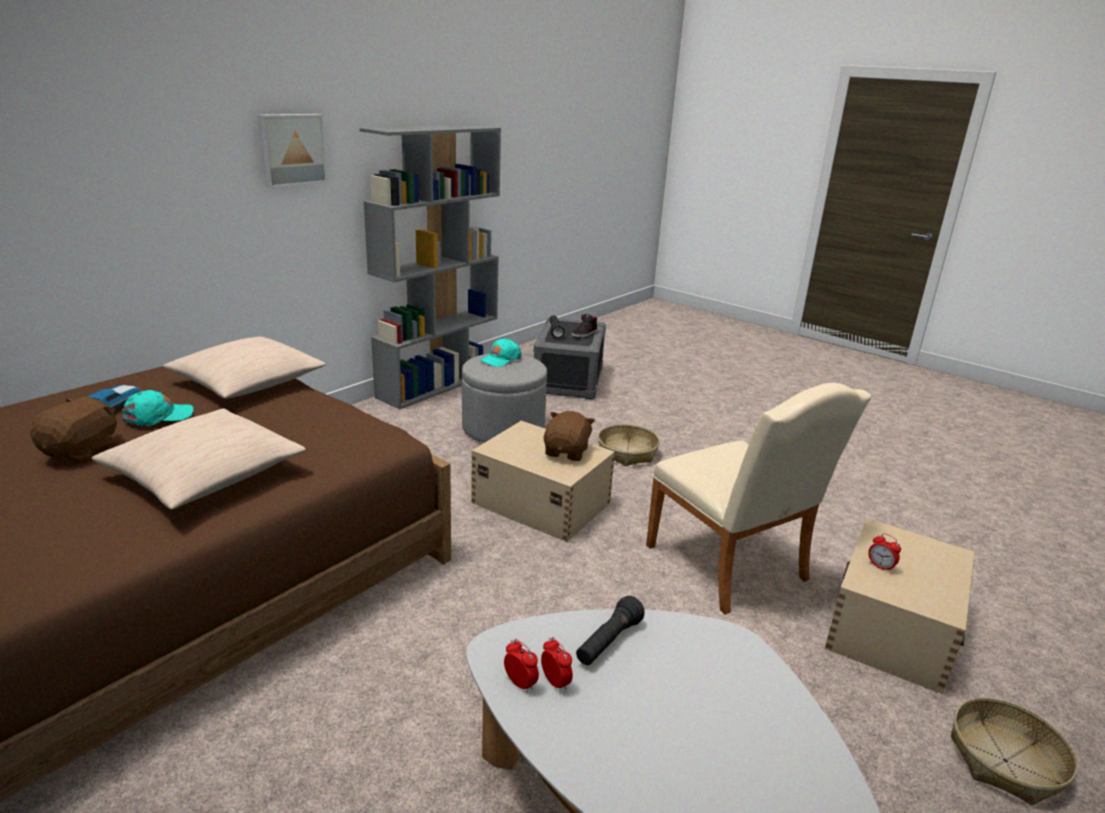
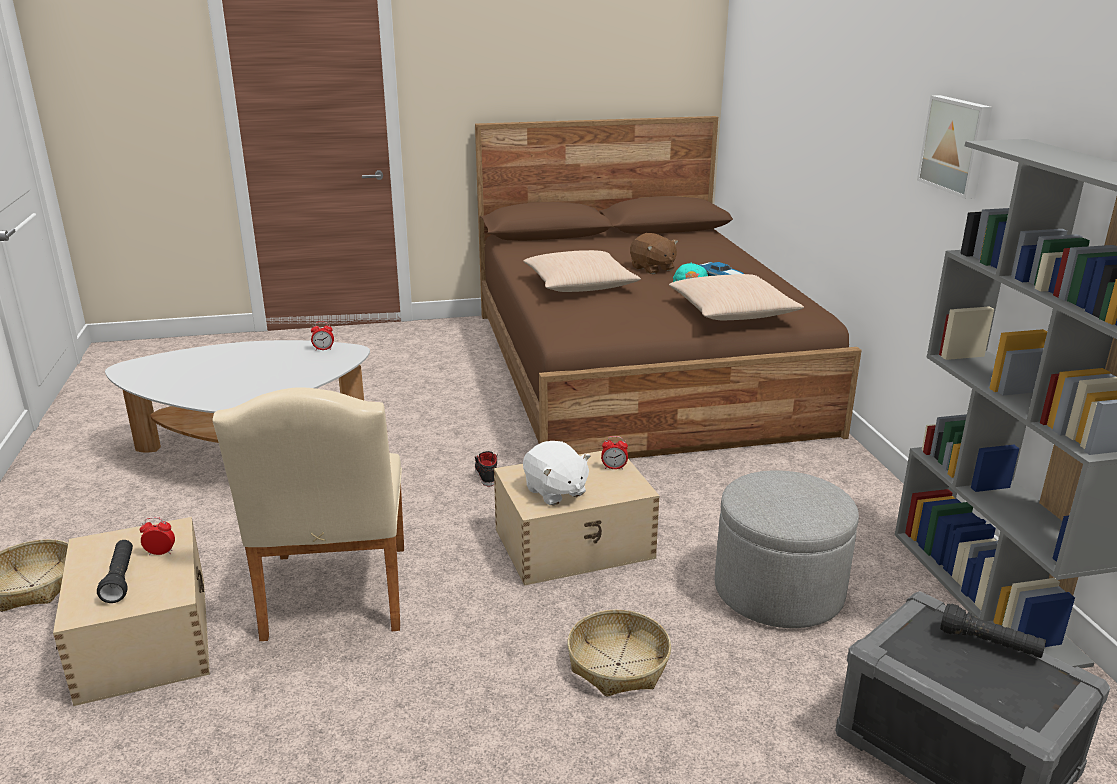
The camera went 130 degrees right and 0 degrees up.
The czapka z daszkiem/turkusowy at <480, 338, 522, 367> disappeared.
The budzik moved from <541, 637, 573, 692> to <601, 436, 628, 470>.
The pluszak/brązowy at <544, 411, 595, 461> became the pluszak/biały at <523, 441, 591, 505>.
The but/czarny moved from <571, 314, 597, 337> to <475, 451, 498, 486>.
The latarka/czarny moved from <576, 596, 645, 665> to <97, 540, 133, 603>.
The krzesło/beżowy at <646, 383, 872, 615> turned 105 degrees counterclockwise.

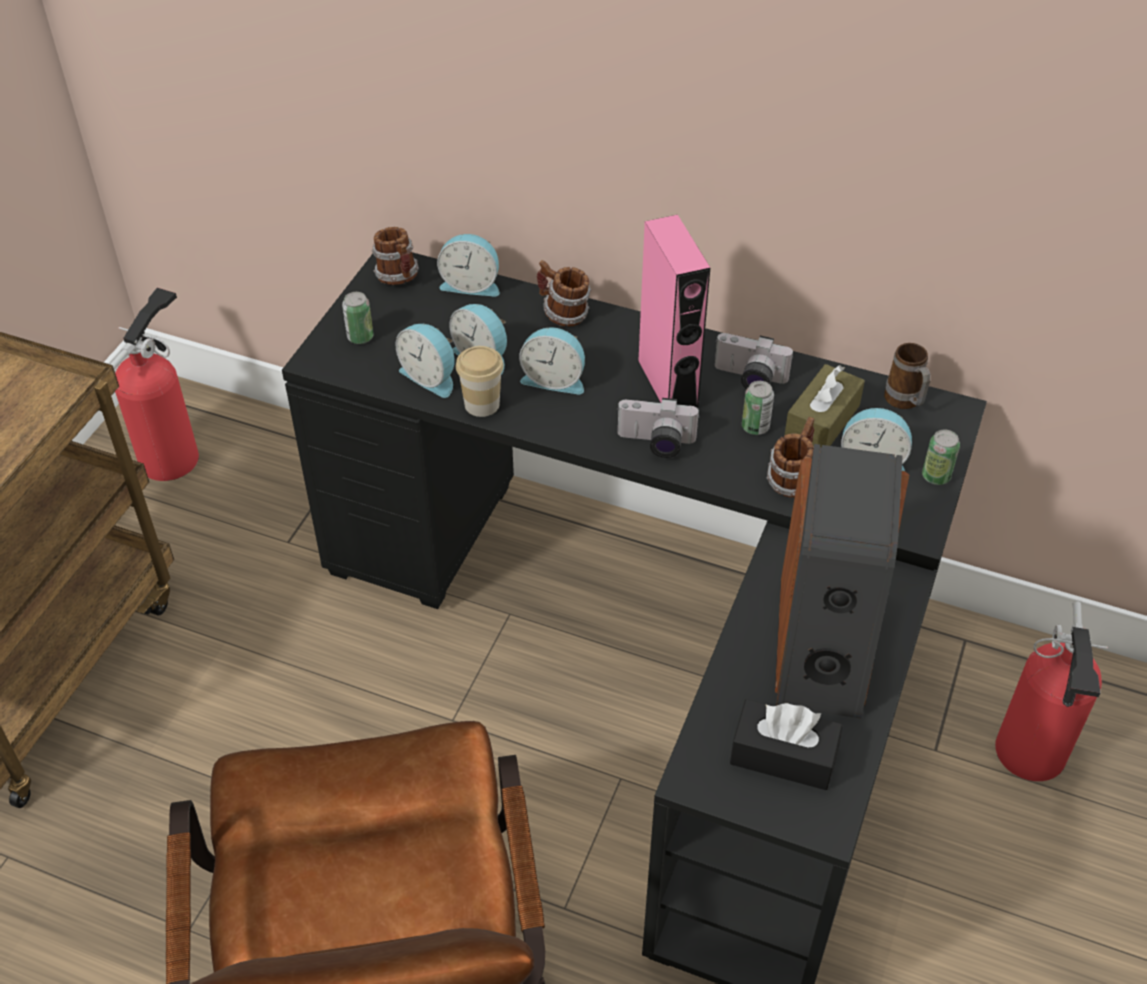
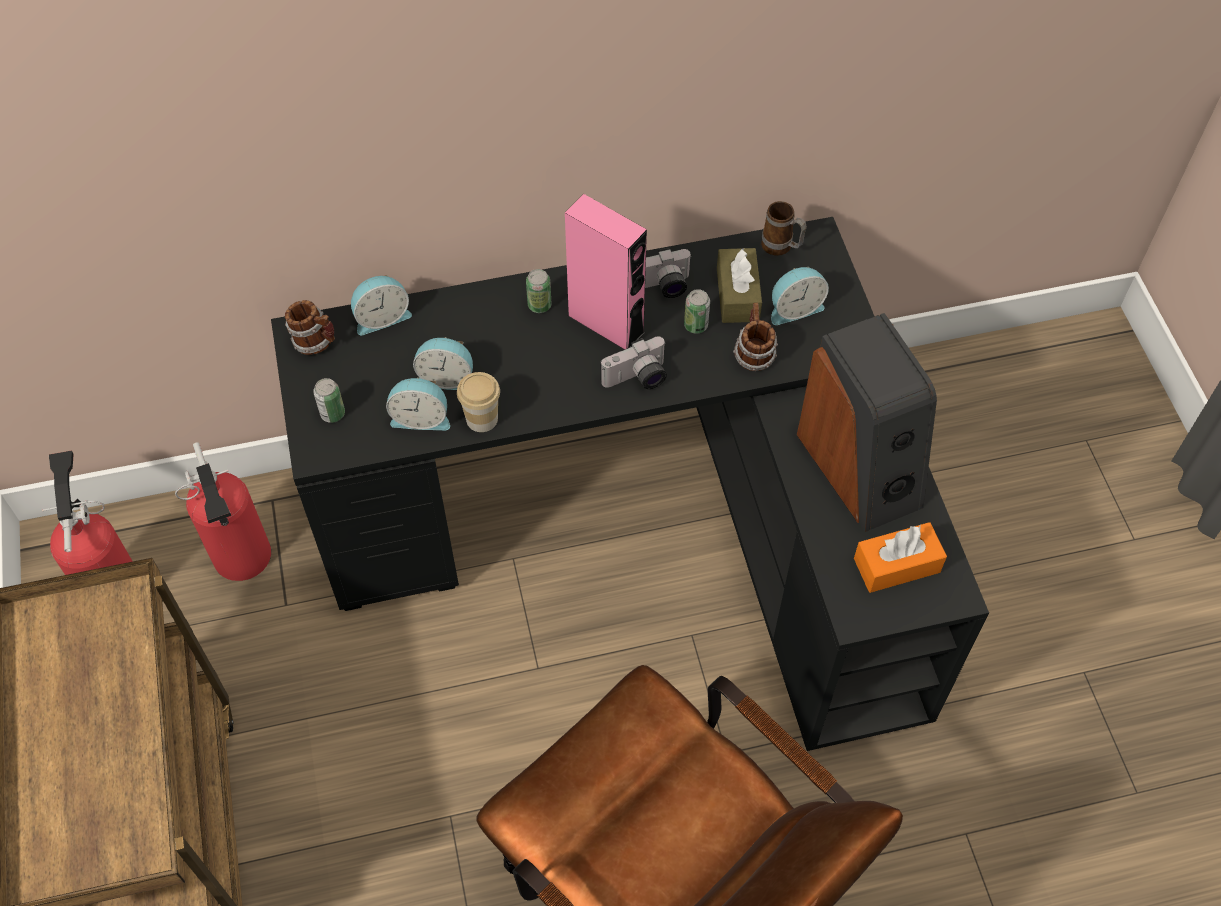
The camera went 35 degrees left and 10 degrees up.
The budzik at <519, 327, 585, 395> disappeared.
The kubek at <537, 260, 591, 327> disappeared.
The pudełko chusteczek/czarny at <730, 699, 843, 790> became the pudełko chusteczek/pomarańczowy at <854, 522, 947, 593>.
The puszka moved from <922, 429, 960, 485> to <526, 269, 551, 313>.
The gaśnica moved from <995, 601, 1108, 781> to <175, 443, 271, 581>.

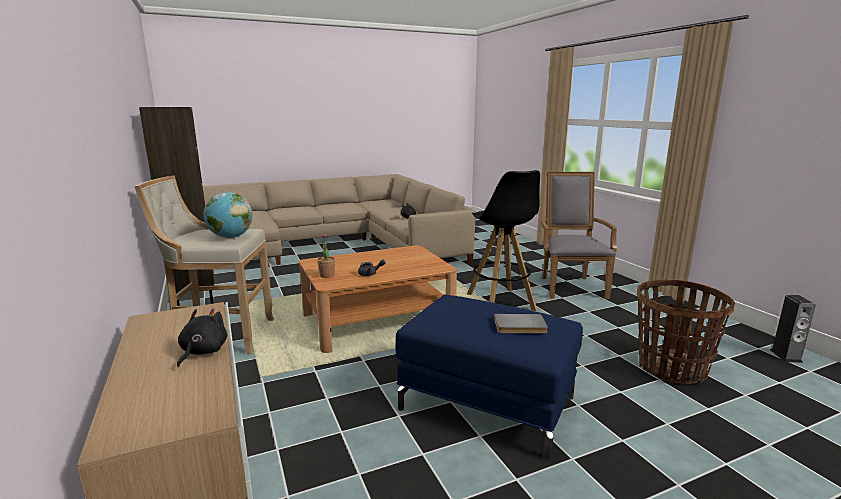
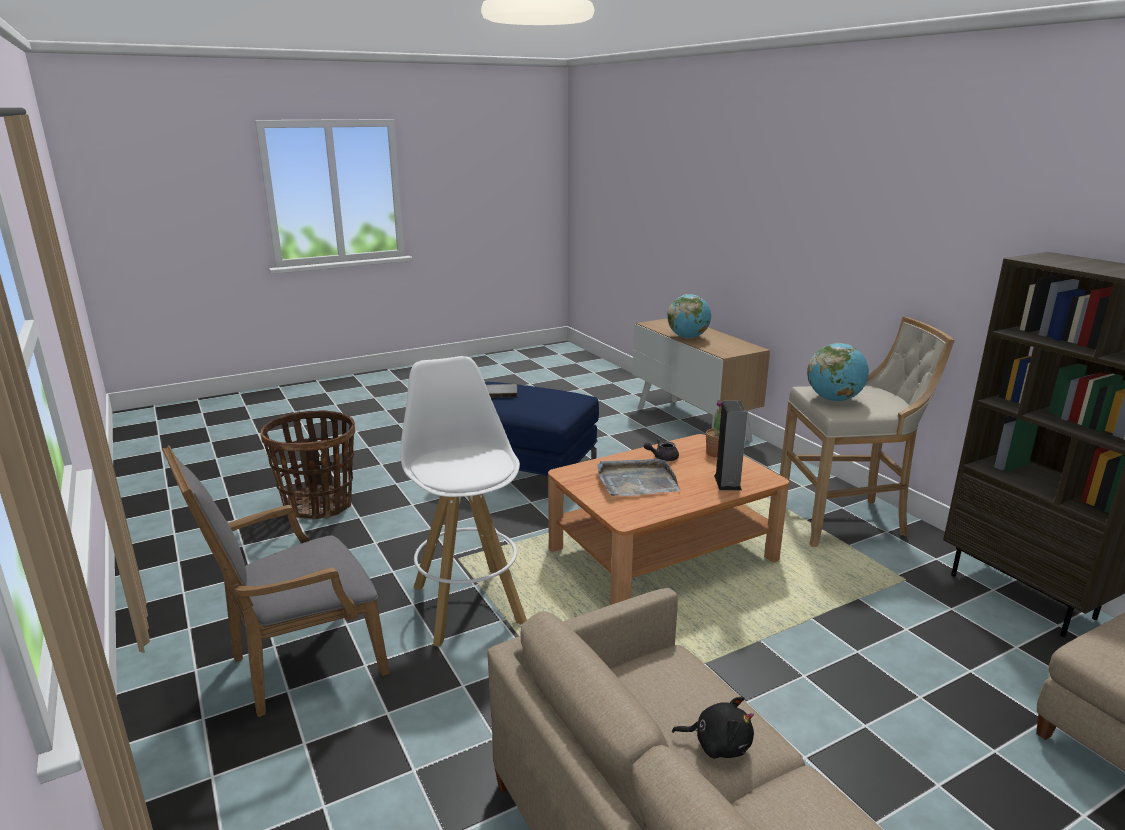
The camera went 175 degrees right and 5 degrees up.
The pluszak/czarny at <177, 309, 227, 368> was replaced by the globus at <667, 294, 711, 338>.
The stołek/czarny at <467, 170, 540, 311> became the stołek/biały at <401, 356, 527, 647>.
The fotel/szary at <541, 172, 617, 299> turned 60 degrees clockwise.
The głośnik moved from <770, 295, 816, 363> to <714, 401, 747, 491>.
The taca/szary at <597, 459, 681, 496> appeared.

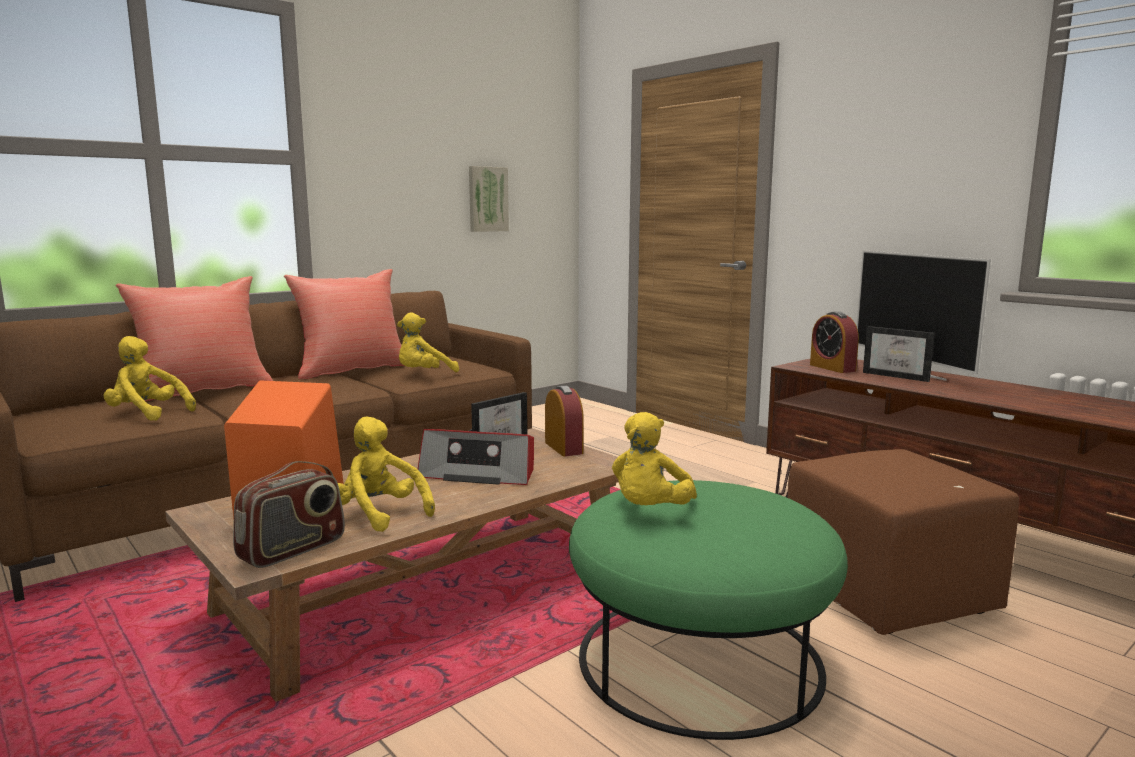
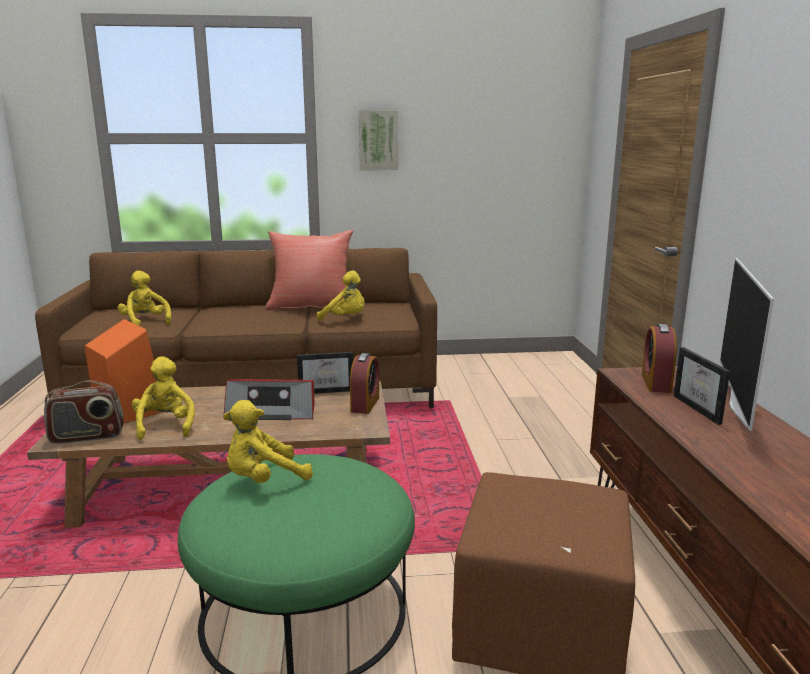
The camera went 35 degrees right and 5 degrees up.
The poduszka/czerwony at <116, 276, 273, 403> disappeared.
The pluszak/żółty at <397, 313, 459, 372> turned 150 degrees counterclockwise.
The radio at <417, 429, 534, 485> turned 45 degrees counterclockwise.
The obraz moved from <469, 166, 509, 232> to <359, 110, 398, 170>.

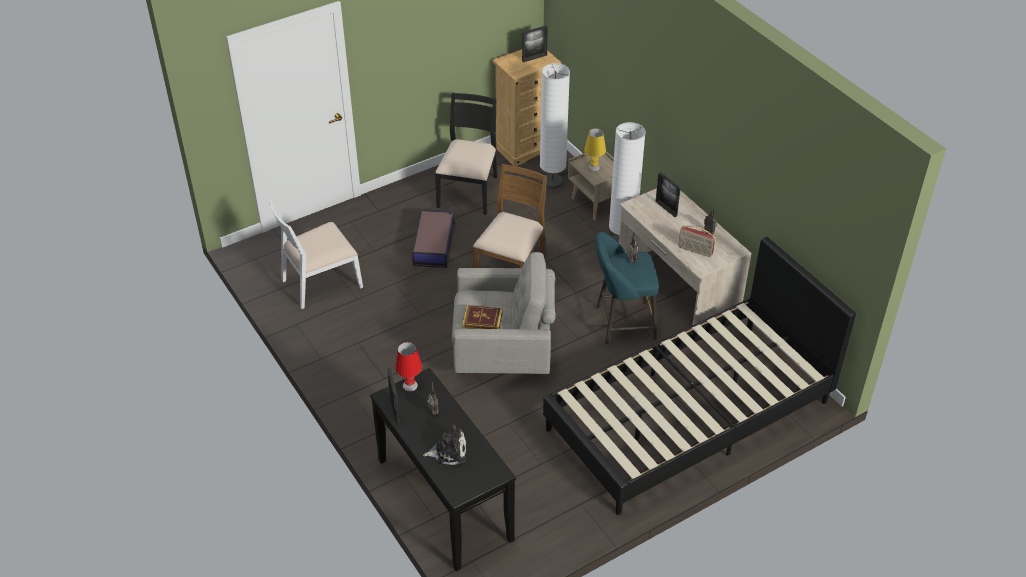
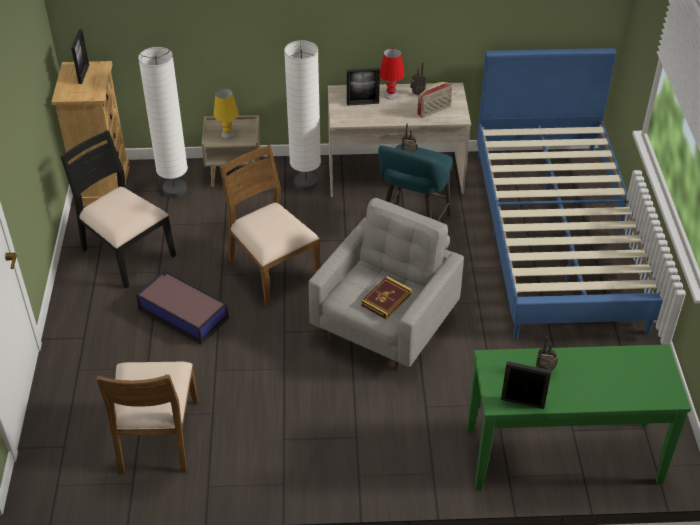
The camera went 60 degrees left and 0 degrees up.
The krzesło/biały at <269, 199, 363, 309> became the krzesło/brązowy at <97, 361, 198, 474>.
The stolik konsolowy/czarny at <370, 368, 516, 571> became the stolik konsolowy/zielony at <466, 344, 691, 491>.
The lampa stołowa/czerwony moved from <395, 342, 422, 391> to <380, 48, 405, 100>.
The pluszak at <423, 423, 466, 465> disappeared.
The łóżko/czarny at <543, 237, 856, 515> became the łóżko/niebieski at <477, 48, 663, 339>.

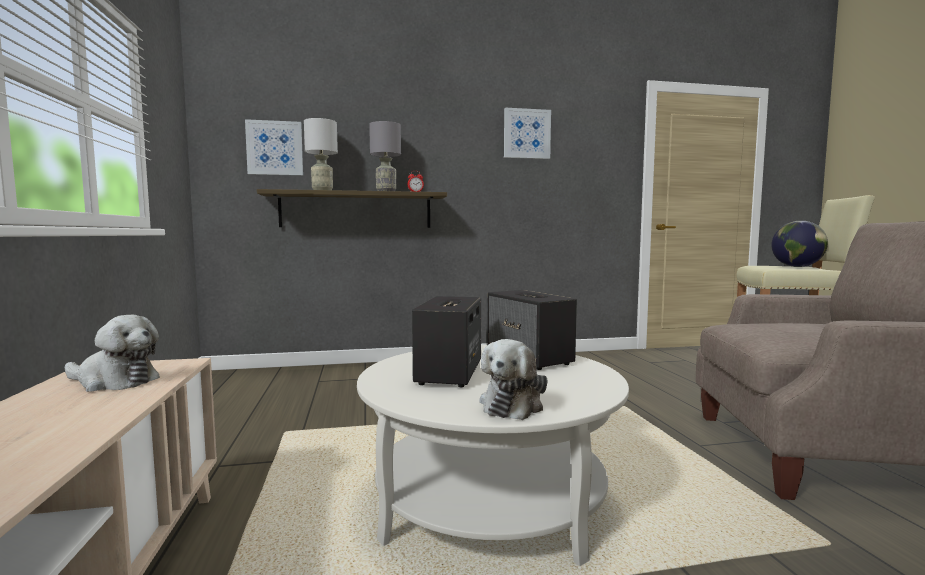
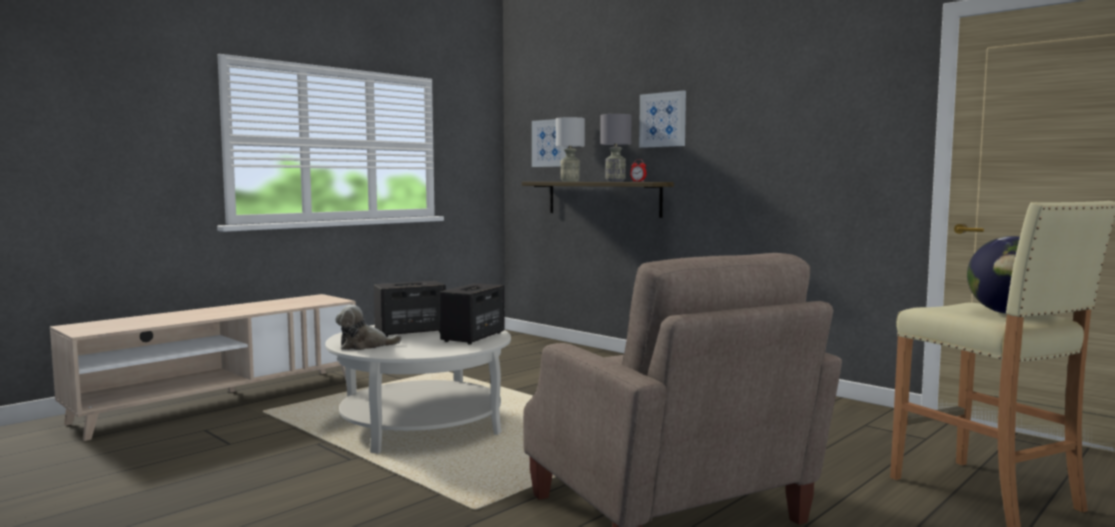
The camera went 55 degrees right and 0 degrees up.
The pluszak at <65, 315, 160, 392> disappeared.
The obraz moved from <504, 108, 551, 159> to <639, 90, 686, 148>.

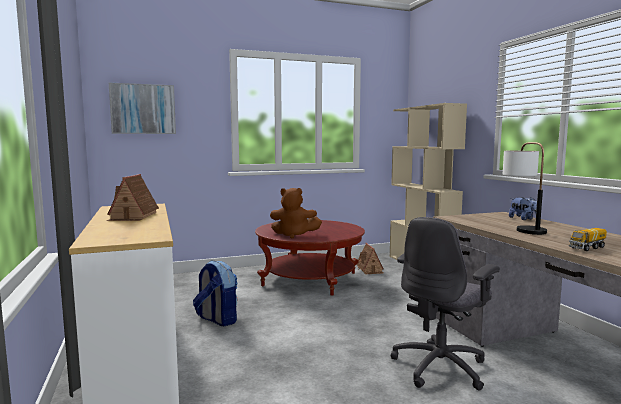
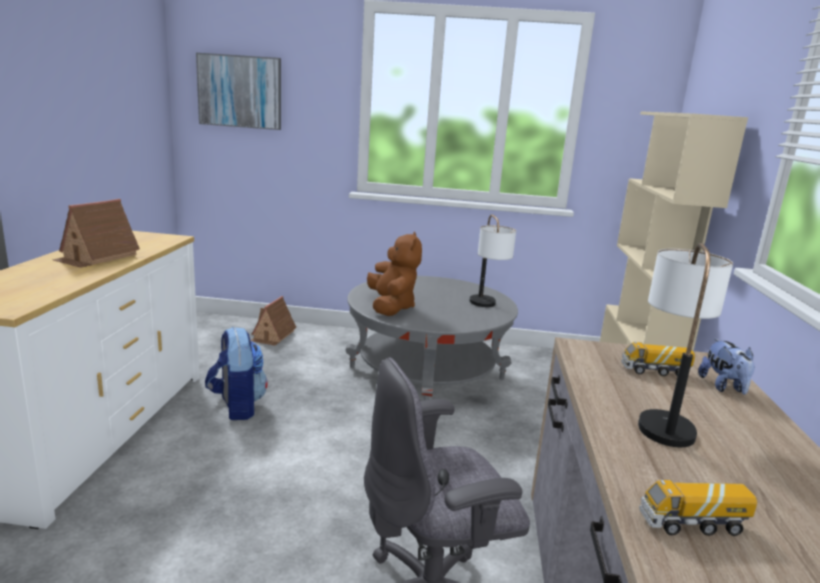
The camera went 25 degrees right and 10 degrees up.
The ława/czerwony at <255, 220, 365, 296> became the ława/szary at <345, 276, 518, 401>.
The pluszak/brązowy at <270, 188, 322, 239> turned 135 degrees counterclockwise.
The domek moved from <357, 243, 383, 274> to <250, 296, 297, 346>.
The lampa stołowa at <470, 214, 516, 307> appeared.
The ciężarówka zabawkowa at <621, 341, 695, 376> appeared.

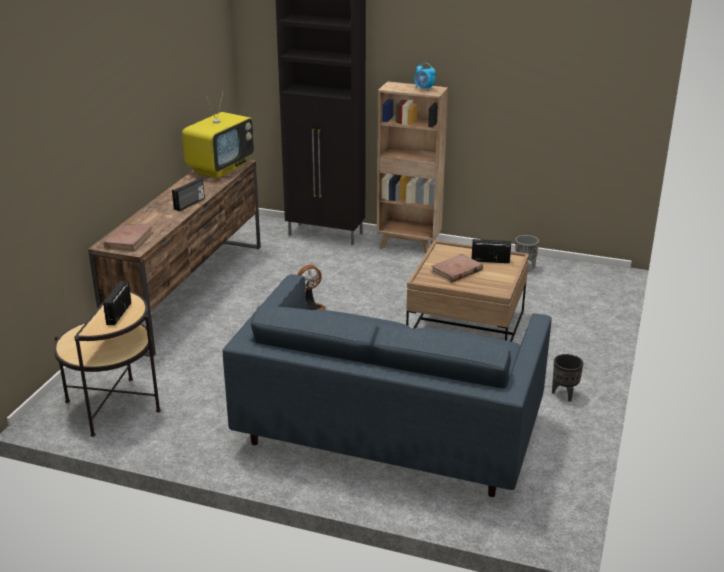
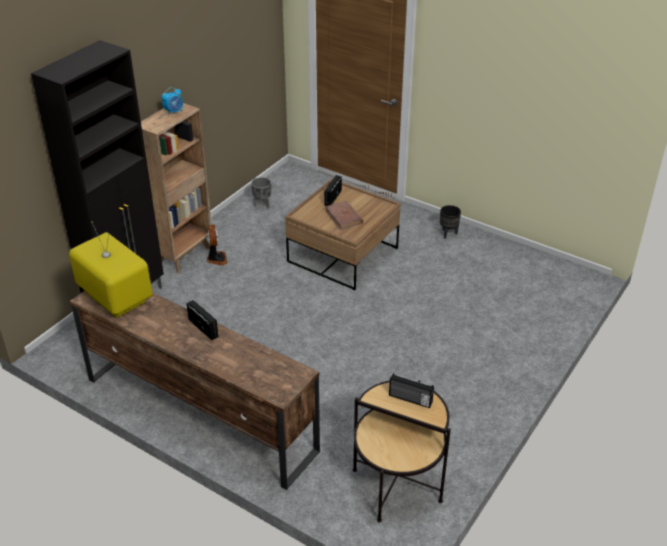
The camera went 75 degrees left and 10 degrees up.
The książka/brązowy at <104, 224, 153, 252> disappeared.
The kanapa/niebieski at <223, 274, 552, 497> disappeared.
The wentylator moved from <297, 265, 326, 310> to <207, 225, 227, 265>.

